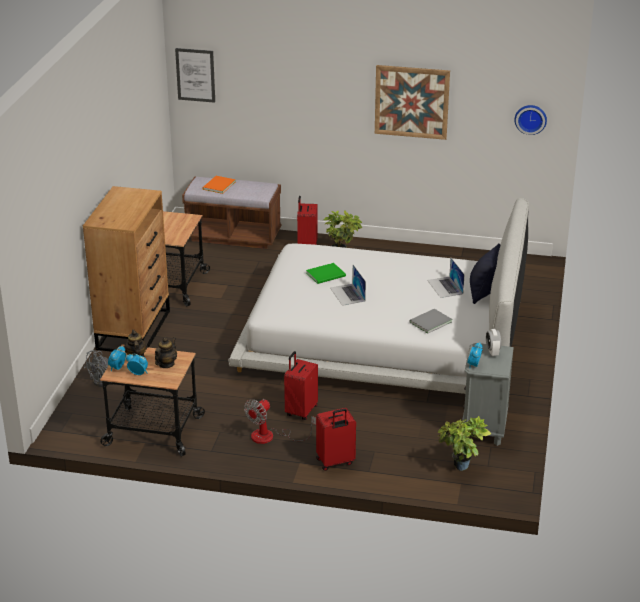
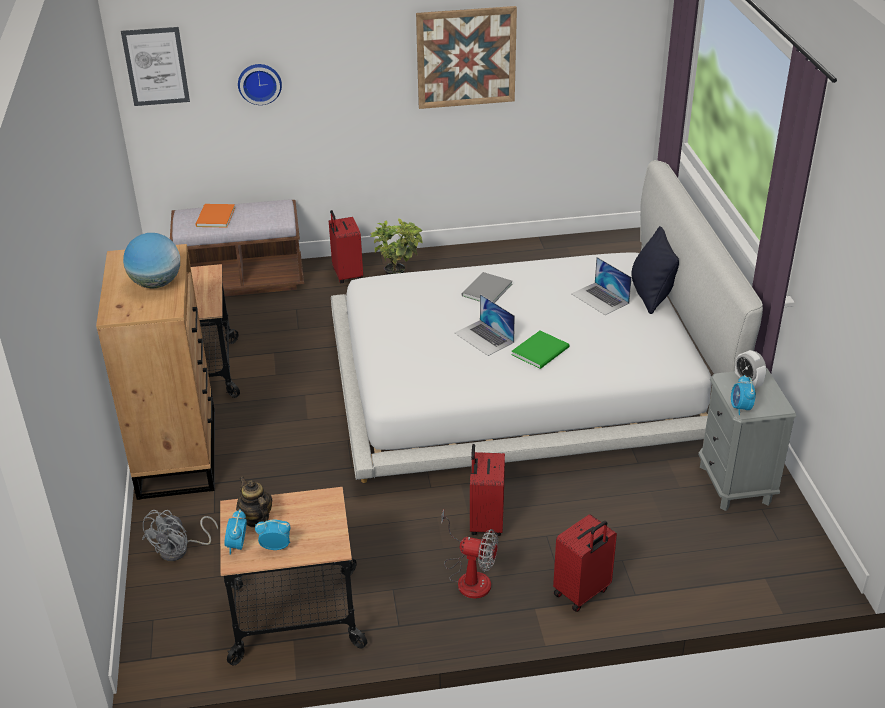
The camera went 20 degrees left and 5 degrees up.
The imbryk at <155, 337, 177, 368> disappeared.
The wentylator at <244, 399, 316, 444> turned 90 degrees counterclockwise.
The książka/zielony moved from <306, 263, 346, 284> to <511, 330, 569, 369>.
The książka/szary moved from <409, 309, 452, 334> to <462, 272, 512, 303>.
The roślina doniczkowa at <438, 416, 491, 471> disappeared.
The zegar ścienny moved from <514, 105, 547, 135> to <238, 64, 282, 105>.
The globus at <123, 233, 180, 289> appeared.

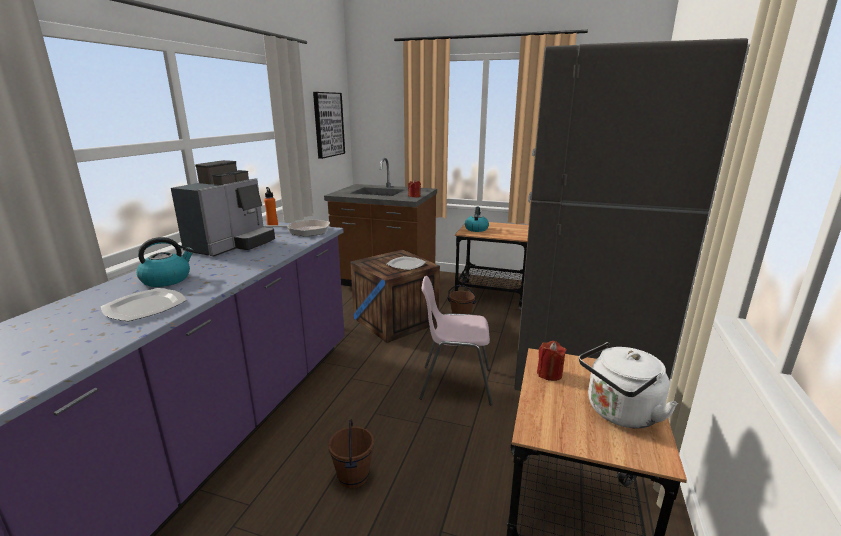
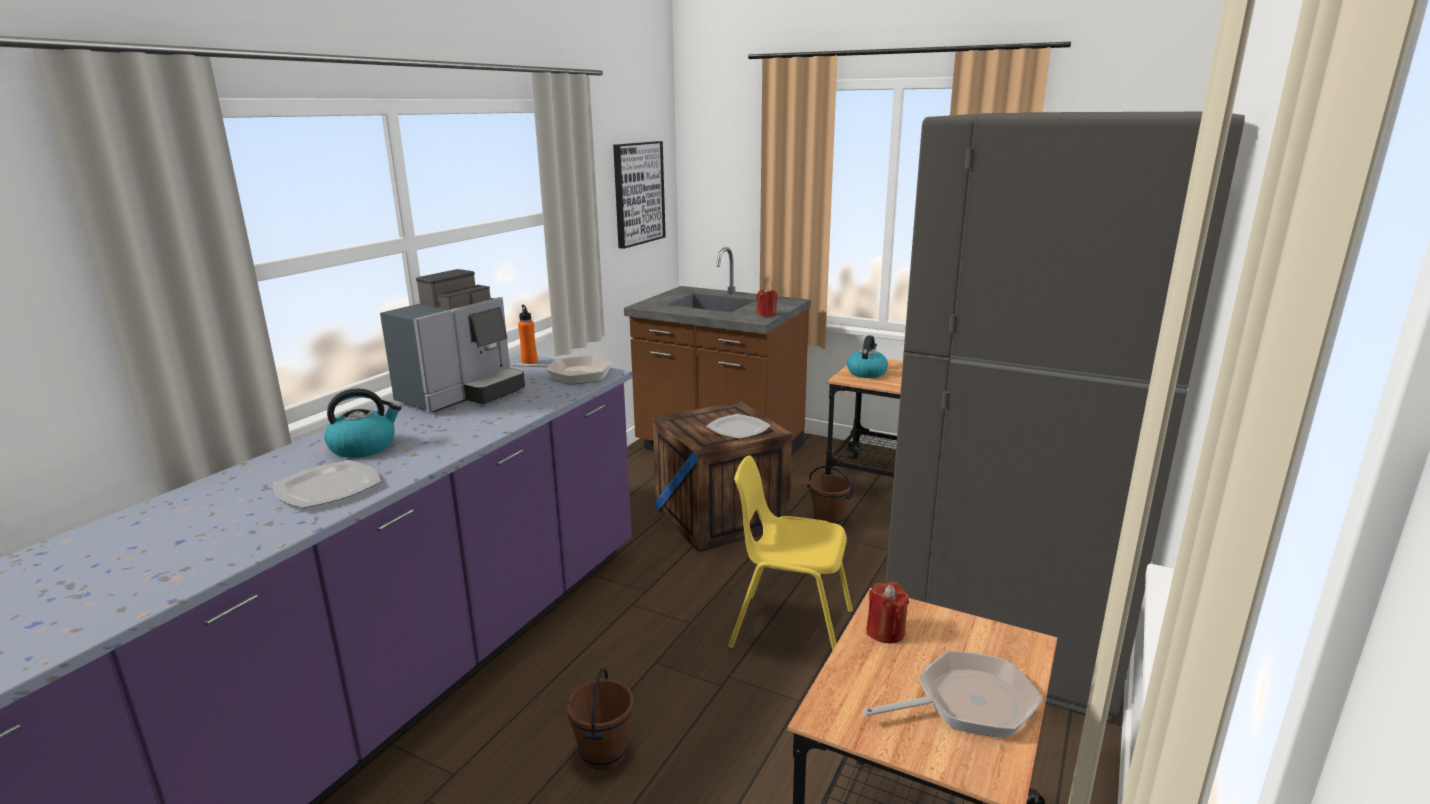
The camera went 10 degrees right and 0 degrees up.
The krzesło/różowy at <419, 276, 493, 405> became the krzesło/żółty at <728, 455, 853, 651>.
The czajnik/biały at <579, 342, 678, 428> was replaced by the patelnia at <863, 650, 1043, 738>.

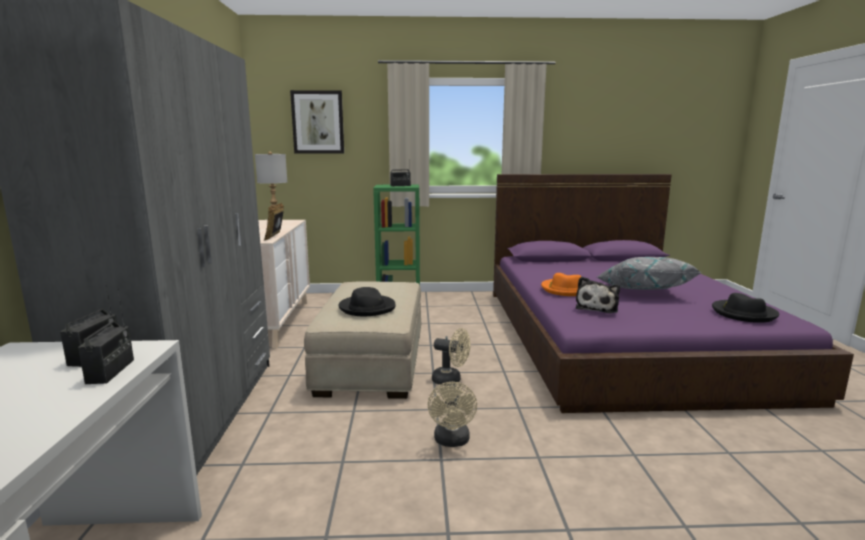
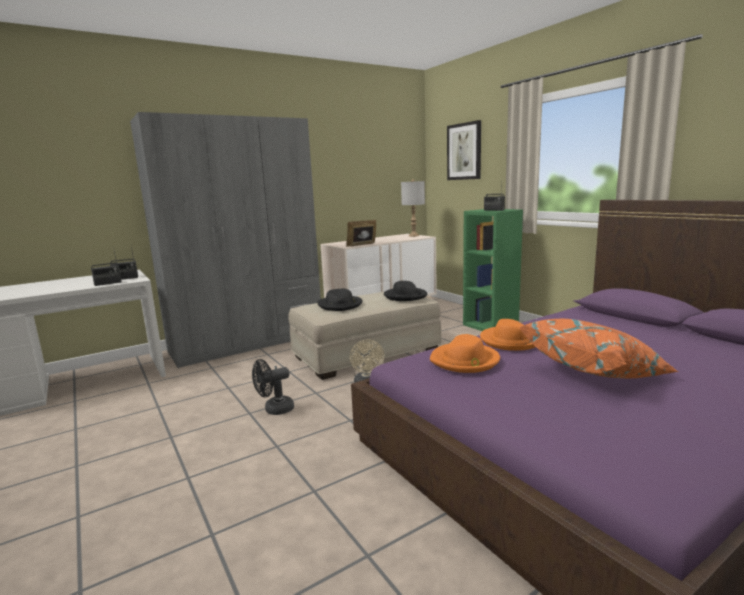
The camera went 60 degrees right and 0 degrees up.
The wentylator/beżowy at <428, 382, 477, 447> became the wentylator/czarny at <252, 359, 294, 415>.
The pluszak at <576, 276, 620, 313> was replaced by the kapelusz/pomarańczowy at <430, 334, 500, 373>.
The poduszka/szary at <597, 257, 701, 290> became the poduszka/pomarańczowy at <519, 319, 679, 378>.
The kapelusz/czarny moved from <712, 293, 779, 323> to <384, 281, 427, 301>.

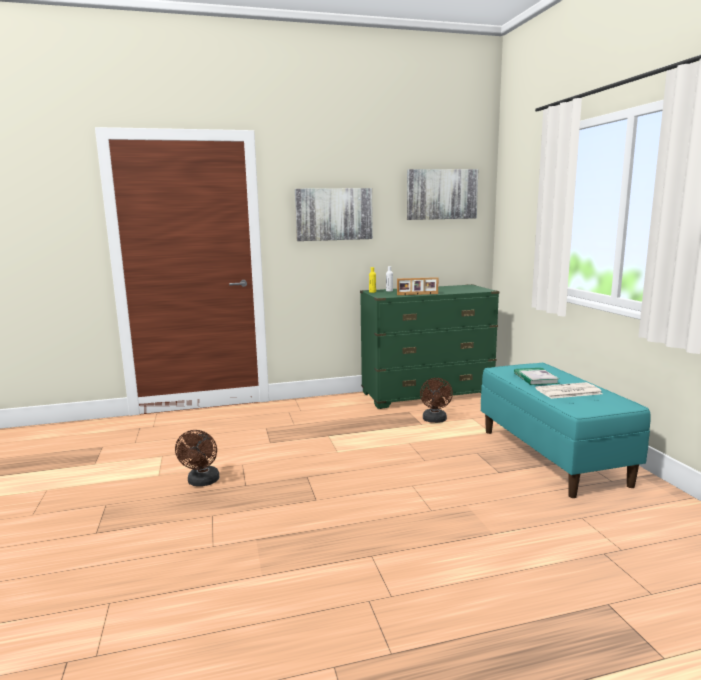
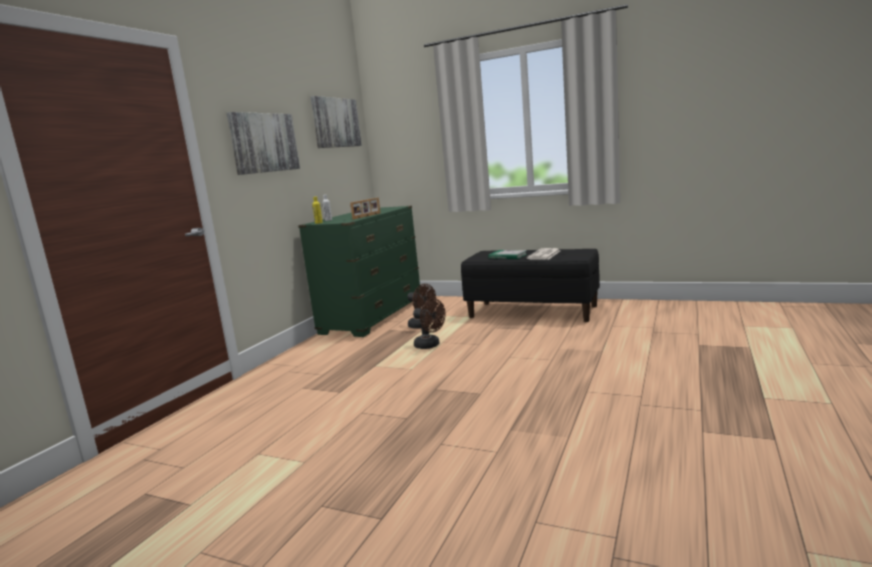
The camera went 50 degrees left and 0 degrees up.
The wentylator/brązowy moved from <175, 430, 219, 486> to <413, 299, 446, 349>.
The ławka/turkusowy at <481, 363, 651, 498> became the ławka/czarny at <461, 249, 600, 322>.

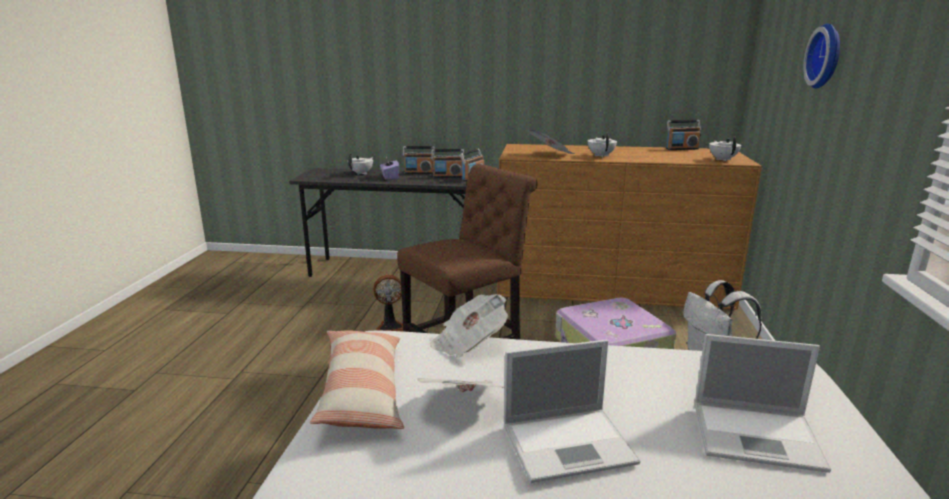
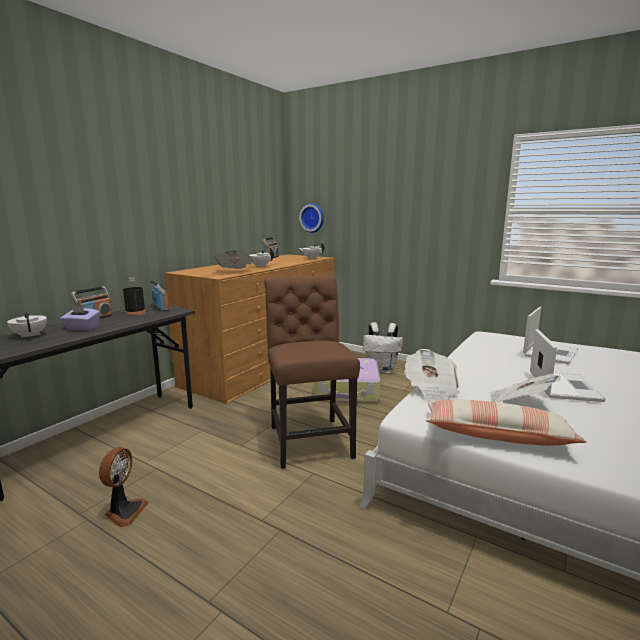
The camera went 65 degrees left and 5 degrees down.
The wentylator moved from <373, 275, 403, 331> to <99, 447, 149, 527>.
The radio at <431, 149, 464, 178> was replaced by the butelka/czarny at <123, 277, 146, 316>.
The zegar ścienny moved from <803, 23, 840, 89> to <299, 203, 324, 233>.

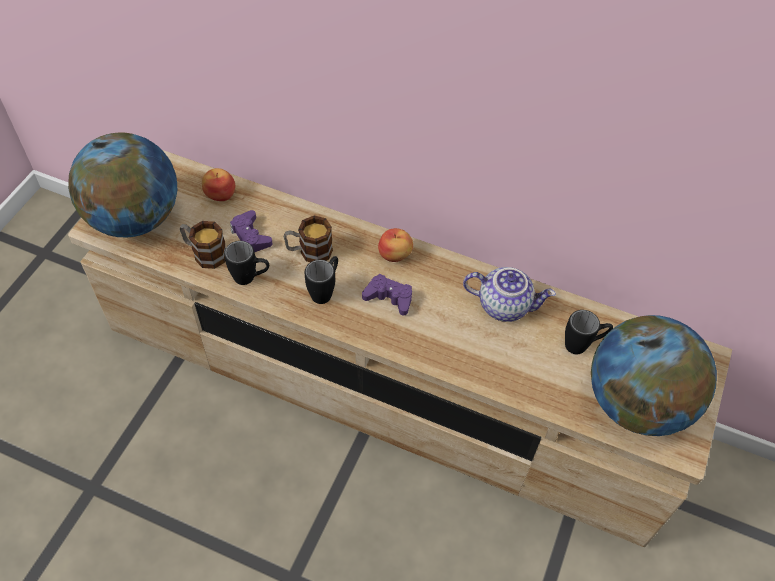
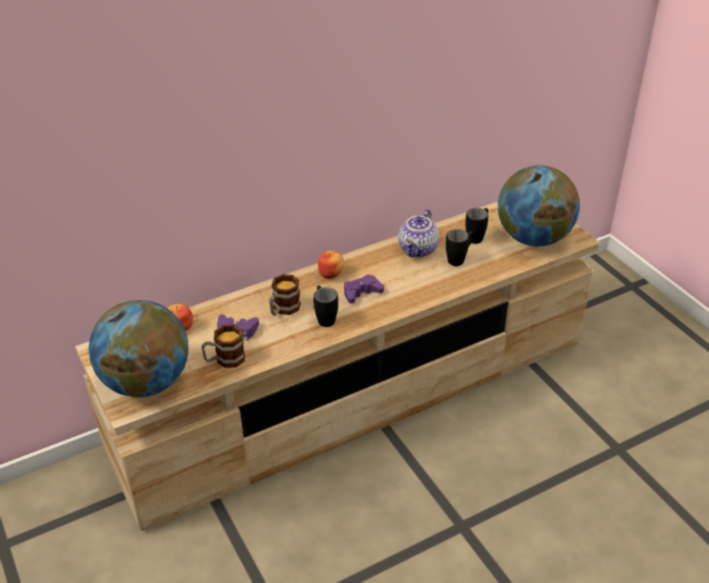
The camera went 50 degrees left and 15 degrees down.
The kubek/czarny moved from <224, 241, 269, 285> to <446, 229, 474, 266>.
The imbryk at <463, 267, 556, 322> turned 150 degrees clockwise.

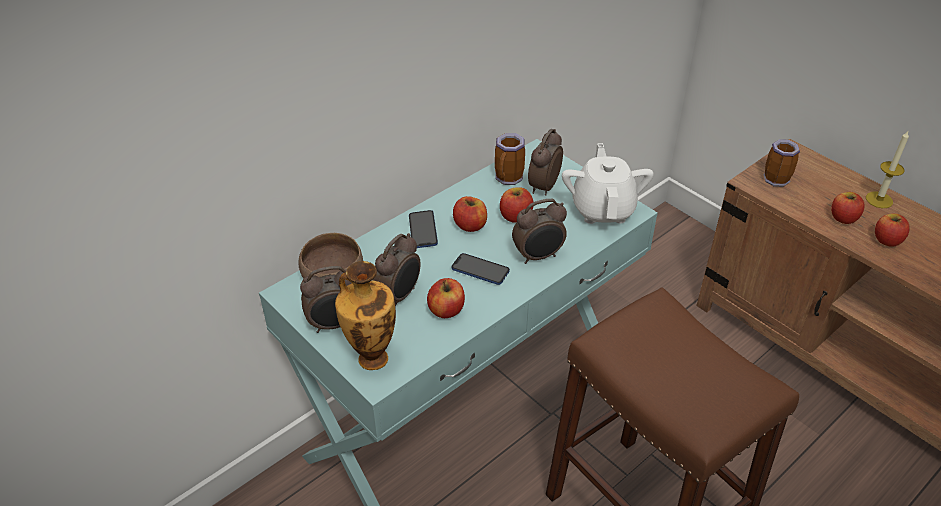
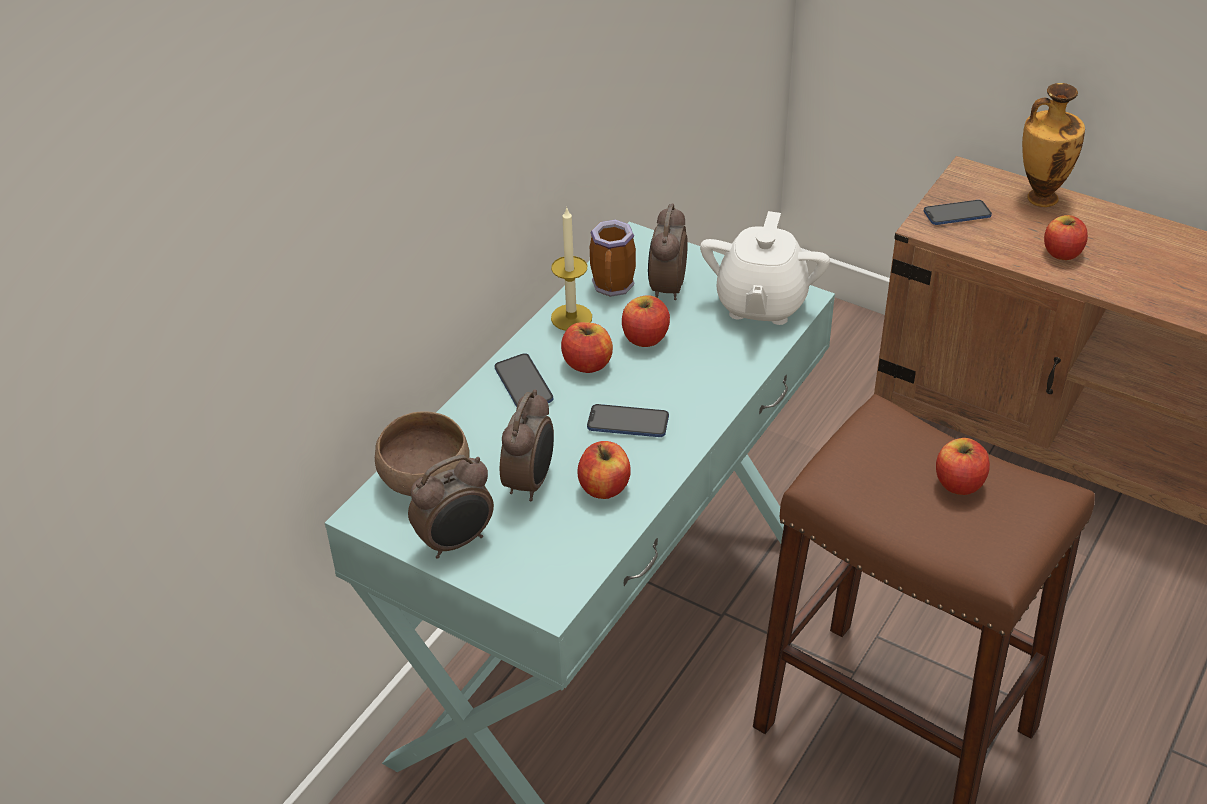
The camera went 15 degrees left and 0 degrees up.
The wazon moved from <335, 261, 396, 370> to <1022, 83, 1085, 207>.
The budzik at <512, 199, 567, 264> disappeared.
The imbryk/biały at <562, 143, 654, 224> turned 150 degrees counterclockwise.
The kubek at <763, 139, 800, 187> was replaced by the telefon at <924, 200, 992, 225>.
The świeca moved from <866, 131, 909, 208> to <551, 207, 592, 331>.
The jabłko moved from <875, 213, 910, 247> to <936, 438, 990, 495>.

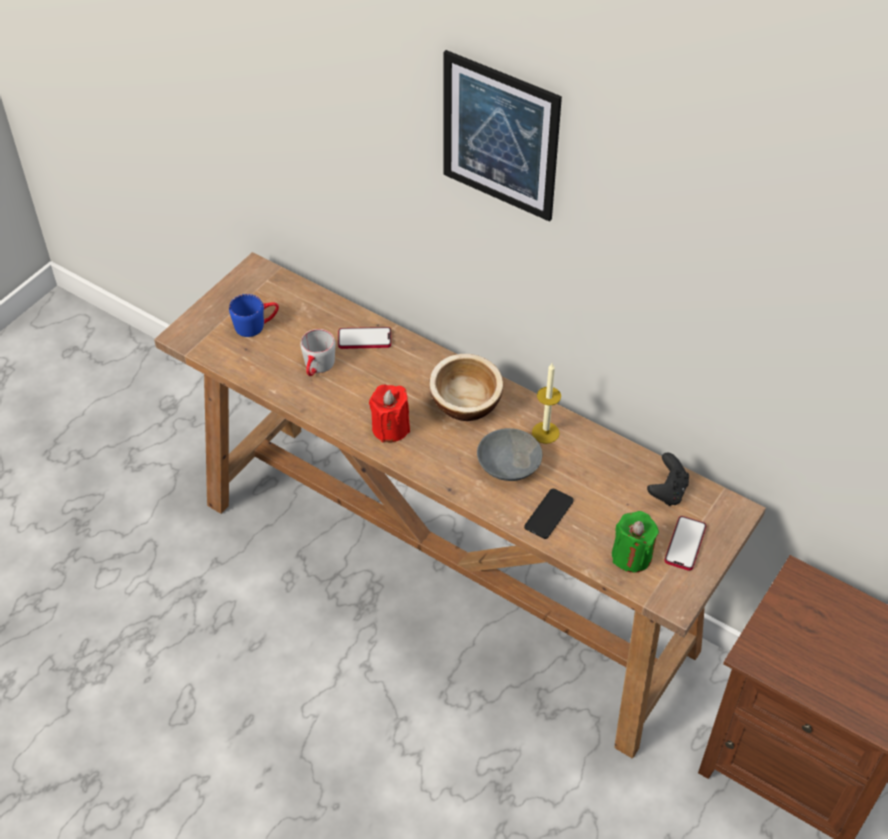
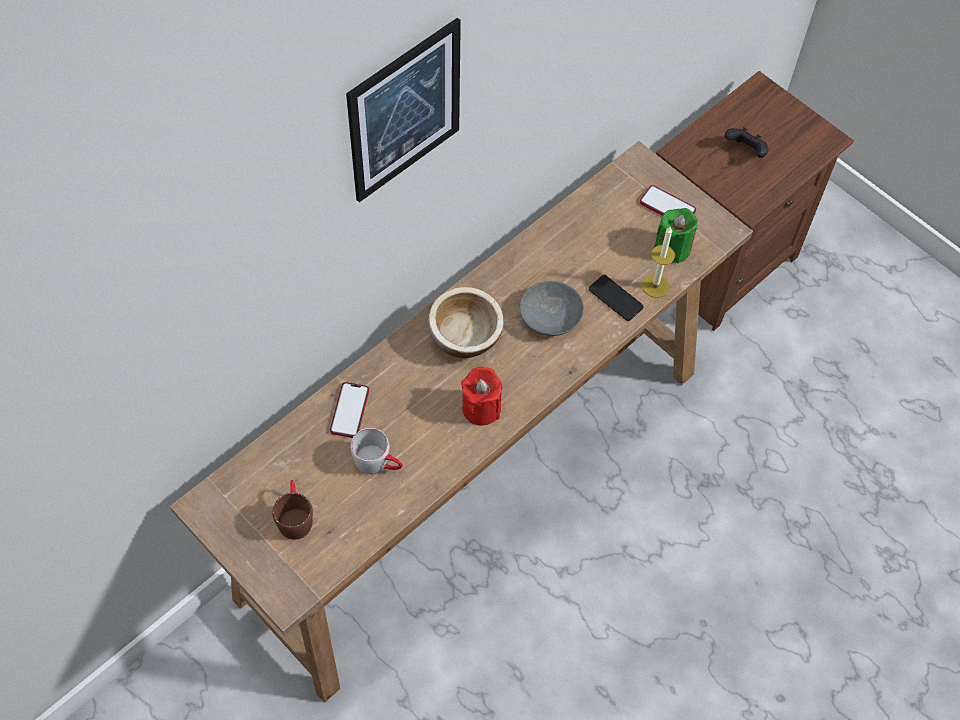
The camera went 80 degrees left and 10 degrees up.
The kubek/niebieski at <229, 294, 279, 337> became the kubek/brązowy at <272, 480, 313, 540>.
The świeca moved from <532, 363, 561, 444> to <642, 227, 675, 298>.
The pad do gier/czarny moved from <647, 453, 689, 506> to <725, 127, 769, 158>.

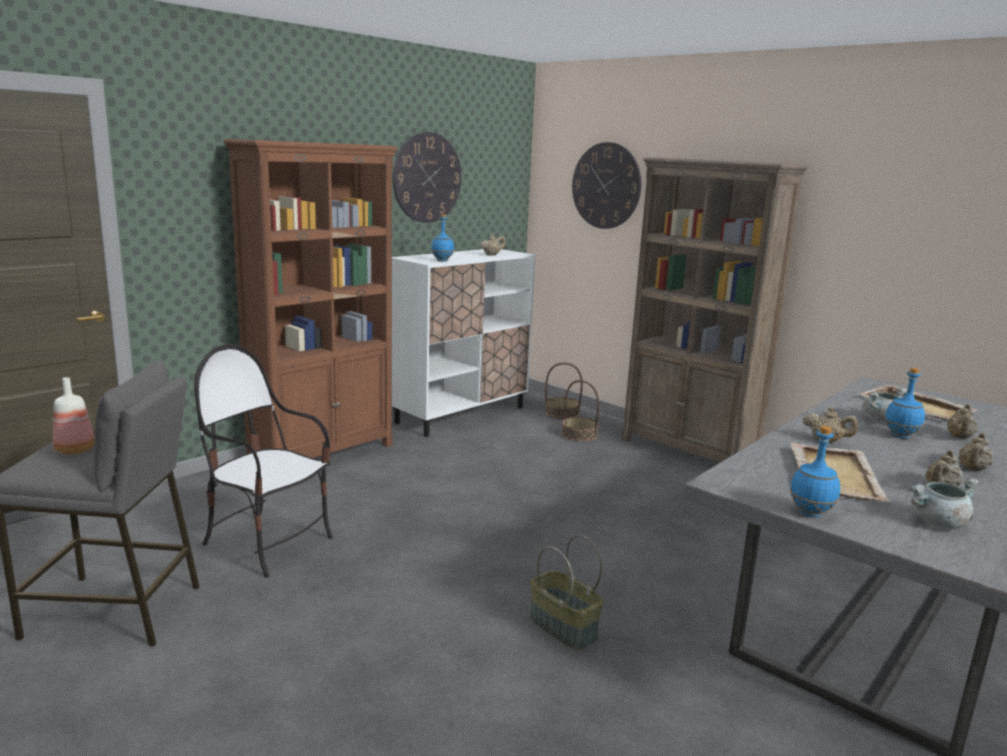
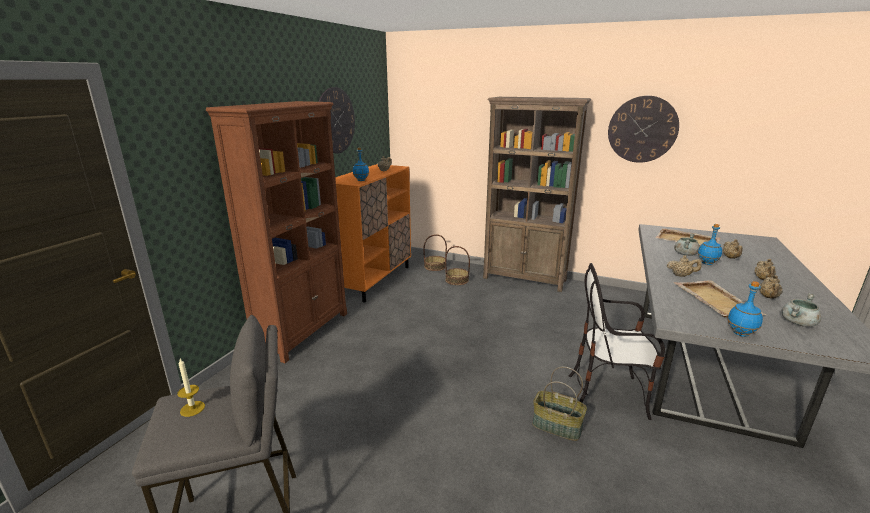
The camera went 20 degrees left and 5 degrees up.
The butelka at <53, 377, 95, 454> was replaced by the świeca at <177, 359, 205, 417>.
The krzesło moved from <194, 344, 333, 578> to <569, 263, 665, 420>.
The szafka/biały at <392, 249, 535, 437> became the szafka/pomarańczowy at <335, 164, 411, 302>.
The zegar ścienny moved from <572, 142, 641, 229> to <608, 96, 679, 163>.

